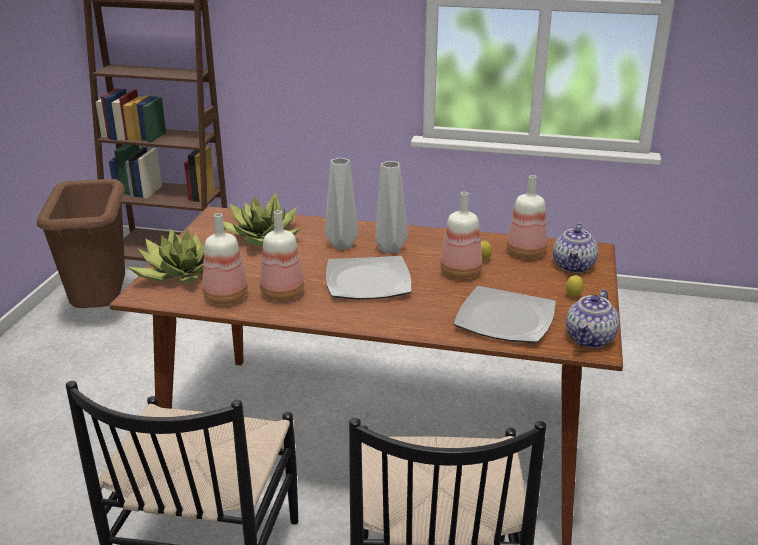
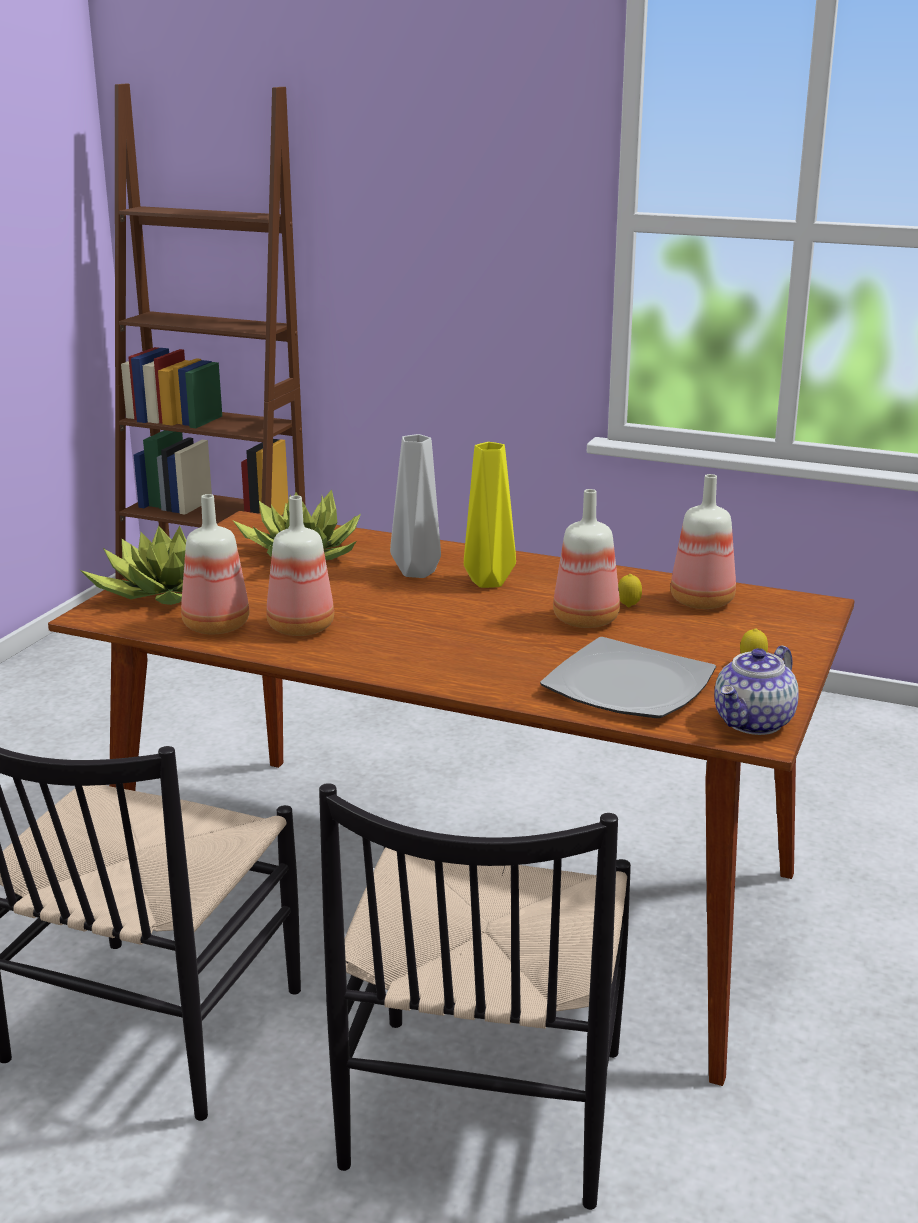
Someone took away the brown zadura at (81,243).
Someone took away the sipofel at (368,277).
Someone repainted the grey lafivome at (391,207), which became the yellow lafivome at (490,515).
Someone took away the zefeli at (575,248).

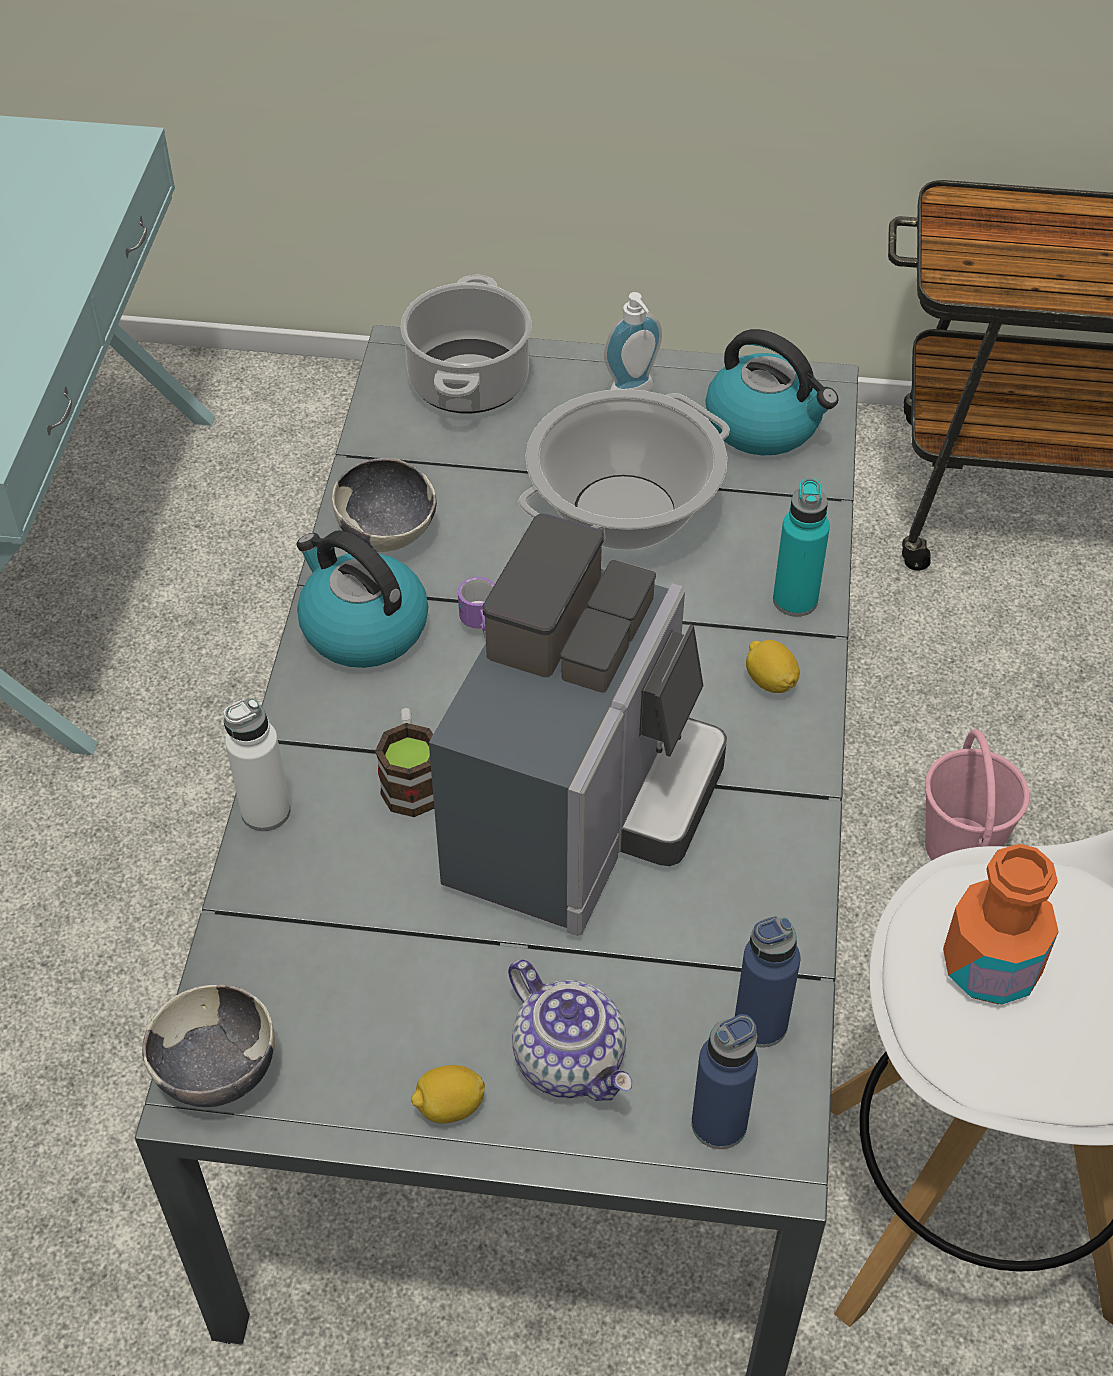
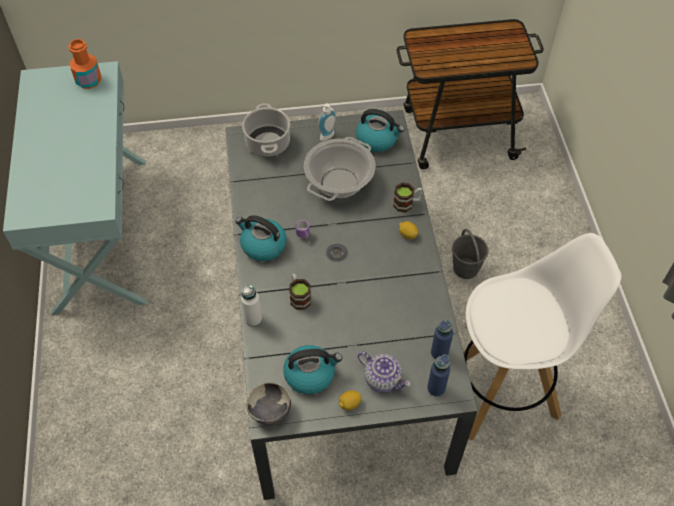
Someone took away the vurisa at (384,505).
Someone took away the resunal at (578,724).
Someone swapped the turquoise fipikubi at (801,547) for the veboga at (408,197).
Someone repainted the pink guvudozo at (977,794), which became the grey guvudozo at (470,254).
Someone carried the orange fipikubi from (1001,924) to (85,64).
Someone put down the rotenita at (312,369).

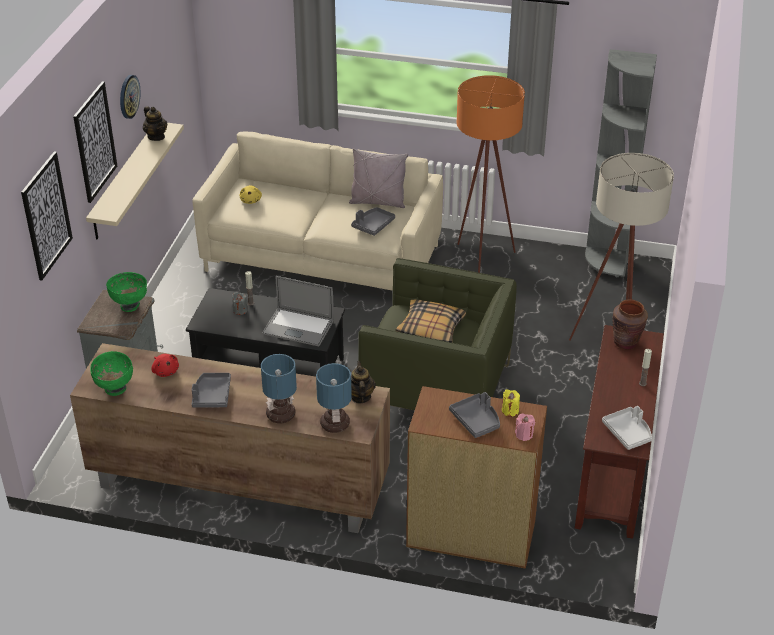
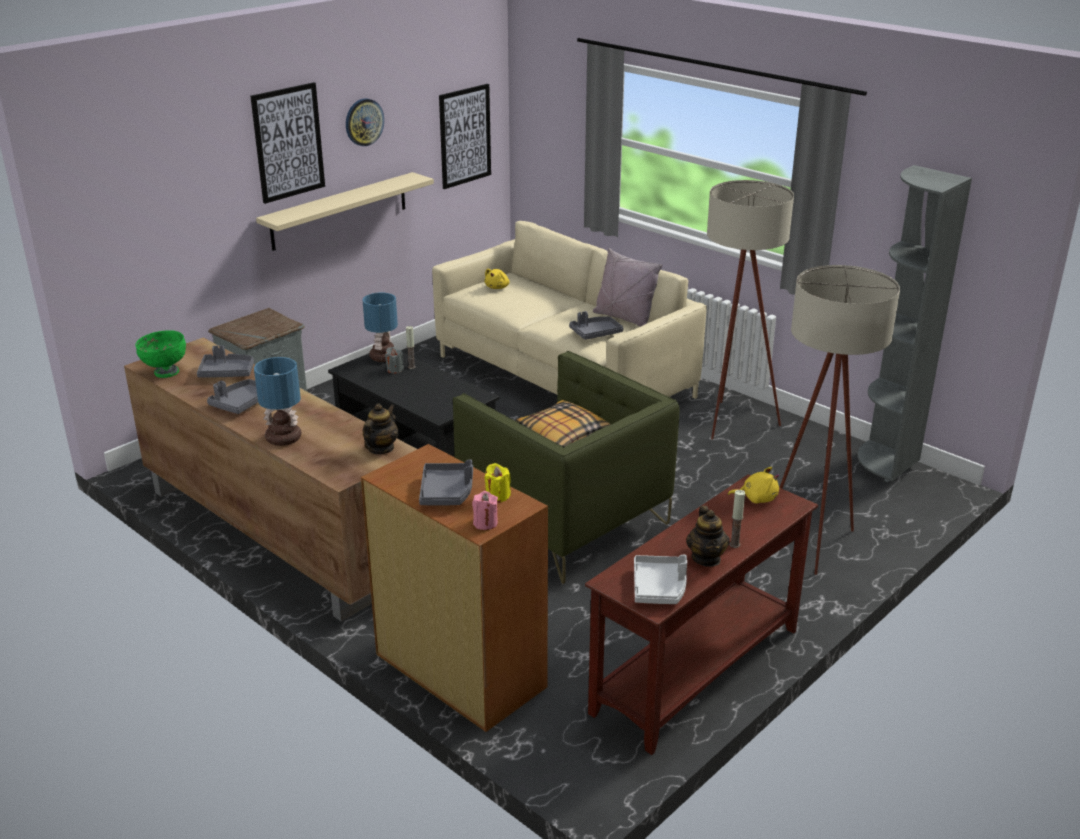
Someone carried the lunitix from (47,216) to (465,136).
Someone took away the green vurisa at (126,292).
Someone carried the zefeli from (155,123) to (708,536).
Someone swapped the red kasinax at (165,365) for the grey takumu at (225,361).
Someone took away the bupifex at (298,311).
Someone carried the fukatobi from (334,398) to (380,327).
Someone repainted the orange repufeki at (491,174), which became the beige repufeki at (750,310).
Someone swapped the brown lafivome at (630,324) for the yellow kasinax at (753,485).

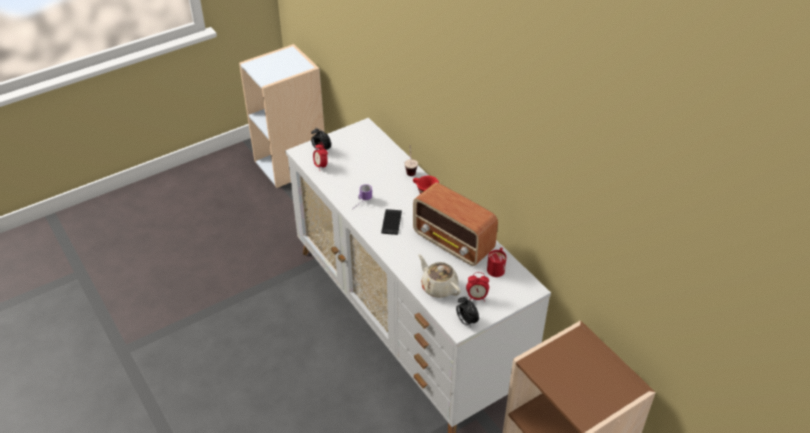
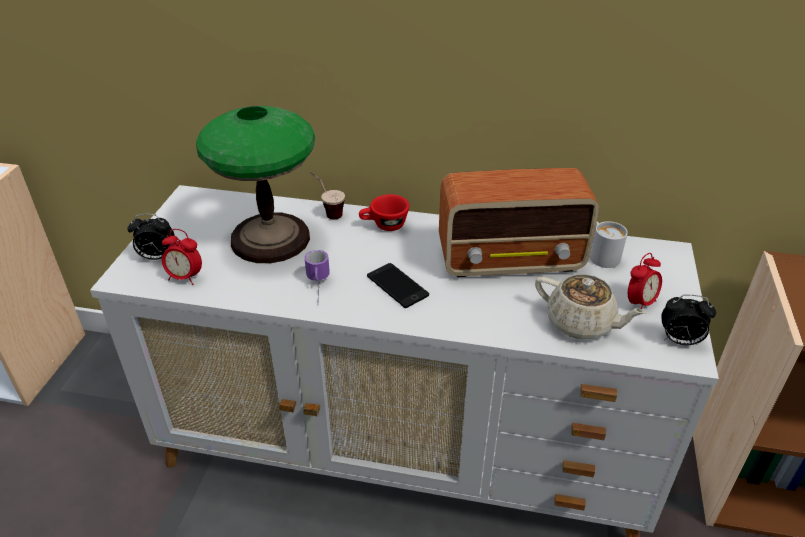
Someone rotated the beige zefeli at (439,276) by 150 degrees counterclockwise.
Someone repainted the red veboga at (497,262), which became the white veboga at (609,244).
Someone put down the fukatobi at (255,184).

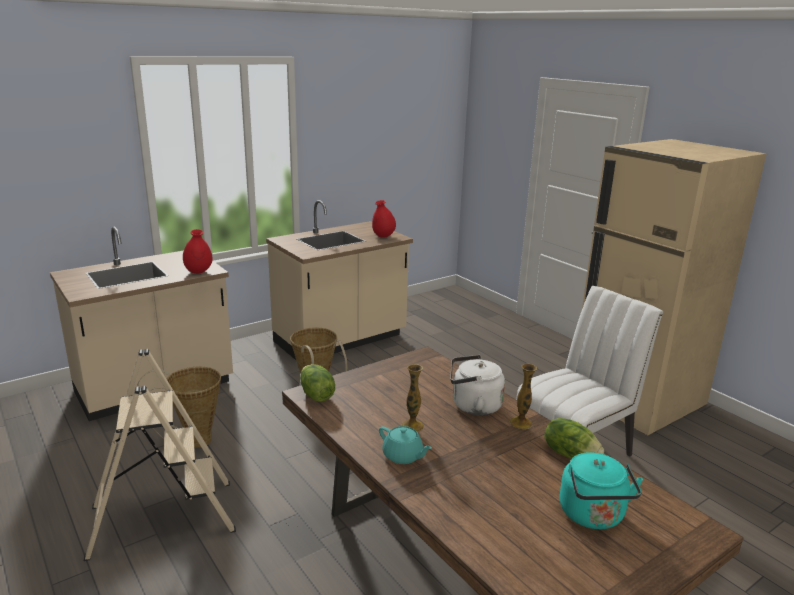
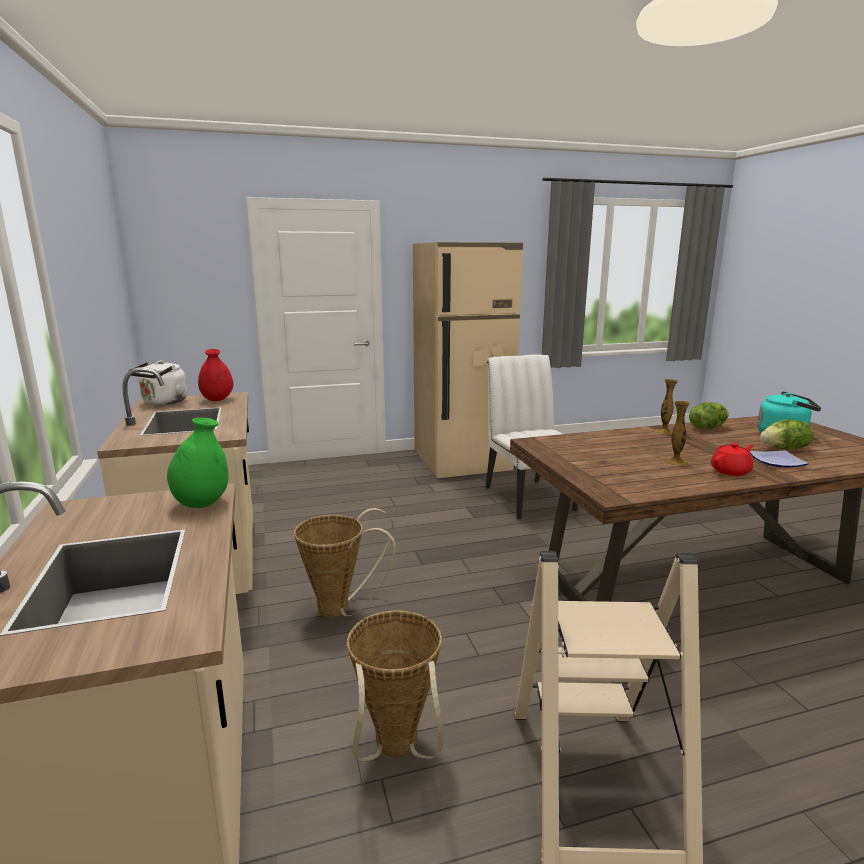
Someone repainted the red lafivome at (198,251), which became the green lafivome at (197,463).
Someone carried the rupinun from (317,383) to (787,434).
Someone repainted the turquoise zefeli at (405,445), which became the red zefeli at (732,459).
Someone carried the white rotenita from (477,385) to (157,383).
Someone put down the sipofel at (779,459).

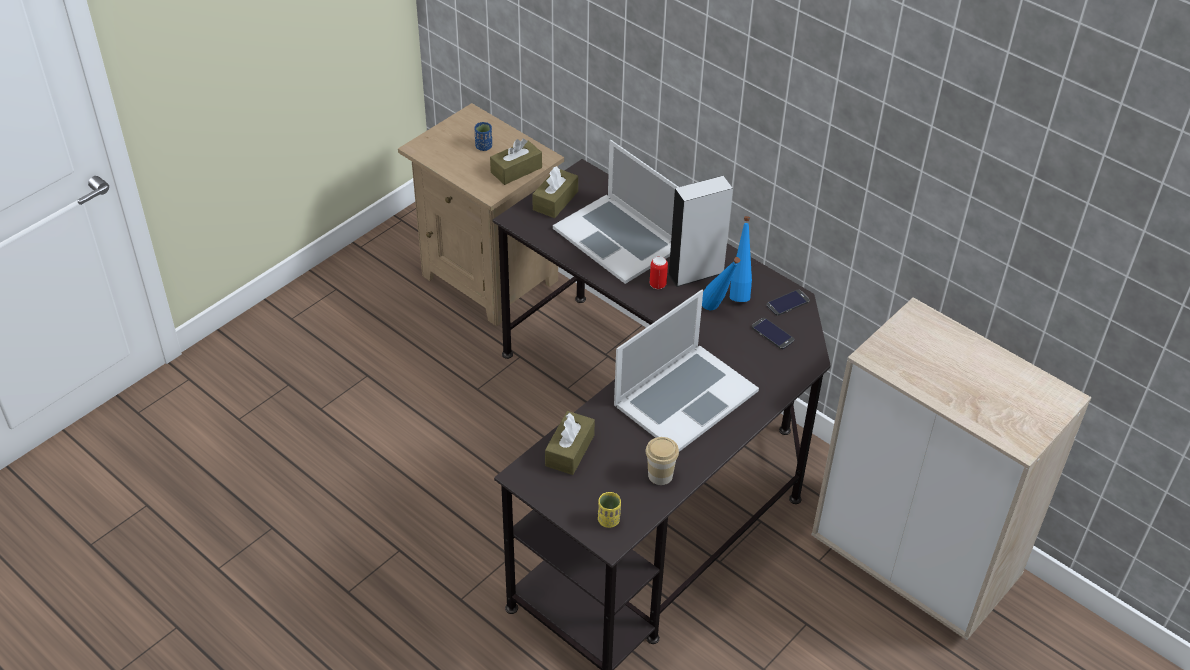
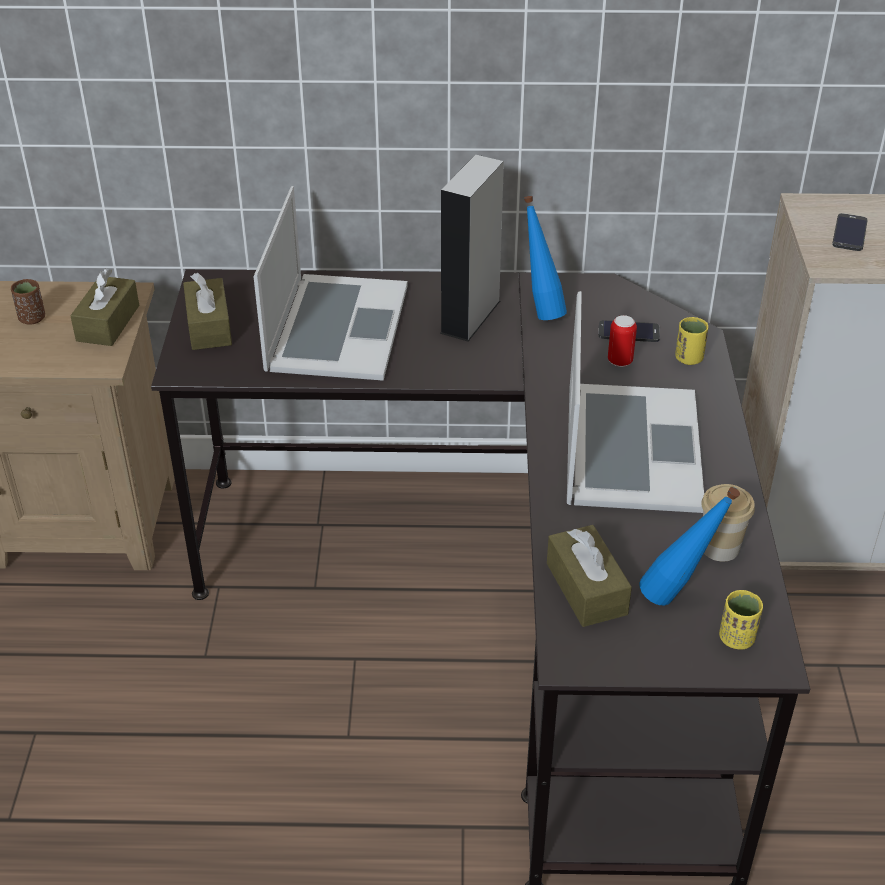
Someone repainted the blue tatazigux at (483,136), which became the brown tatazigux at (28,302).
Someone rotated the bupifex at (615,212) by 90 degrees counterclockwise.
Someone carried the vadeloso from (659,272) to (622,341).
Someone carried the blue fipikubi from (721,283) to (689,546).
Someone carried the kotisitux from (788,303) to (850,232).
Someone put down the yellow tatazigux at (691,341).

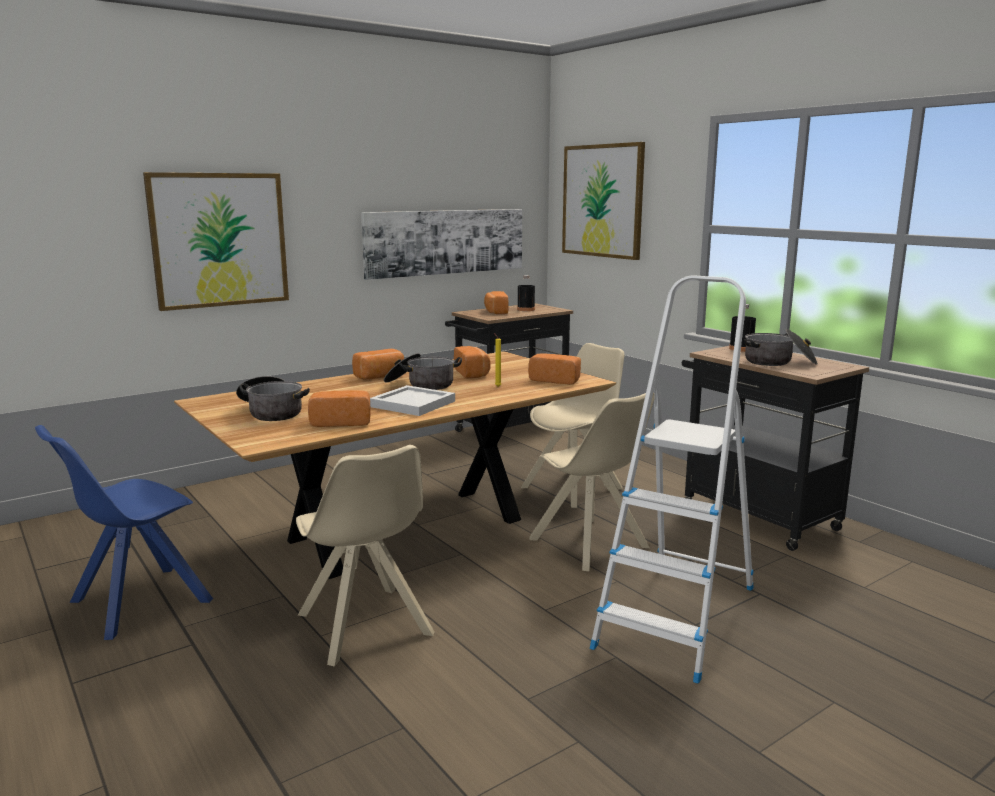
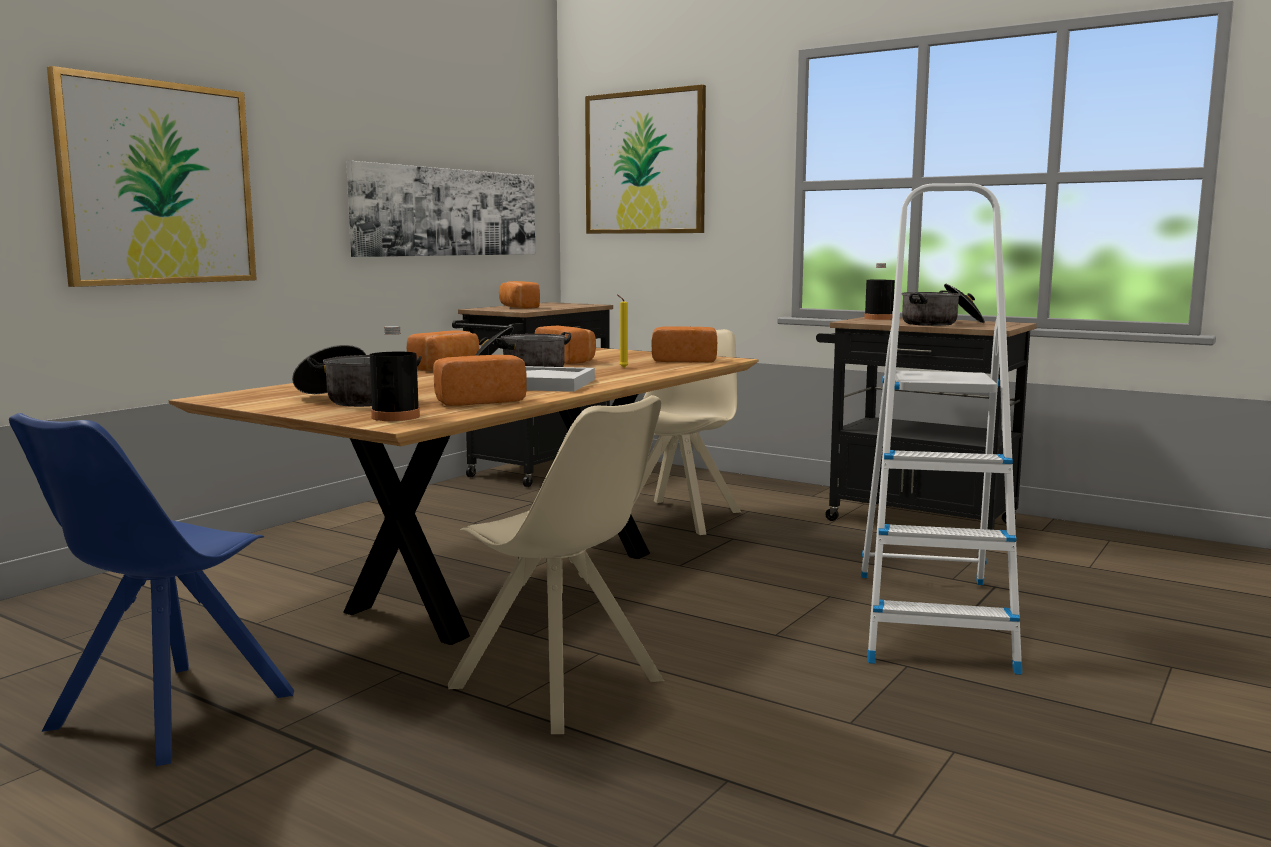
Someone carried the black fipikubi from (526,293) to (395,373).
Someone took away the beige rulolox at (592,481).

